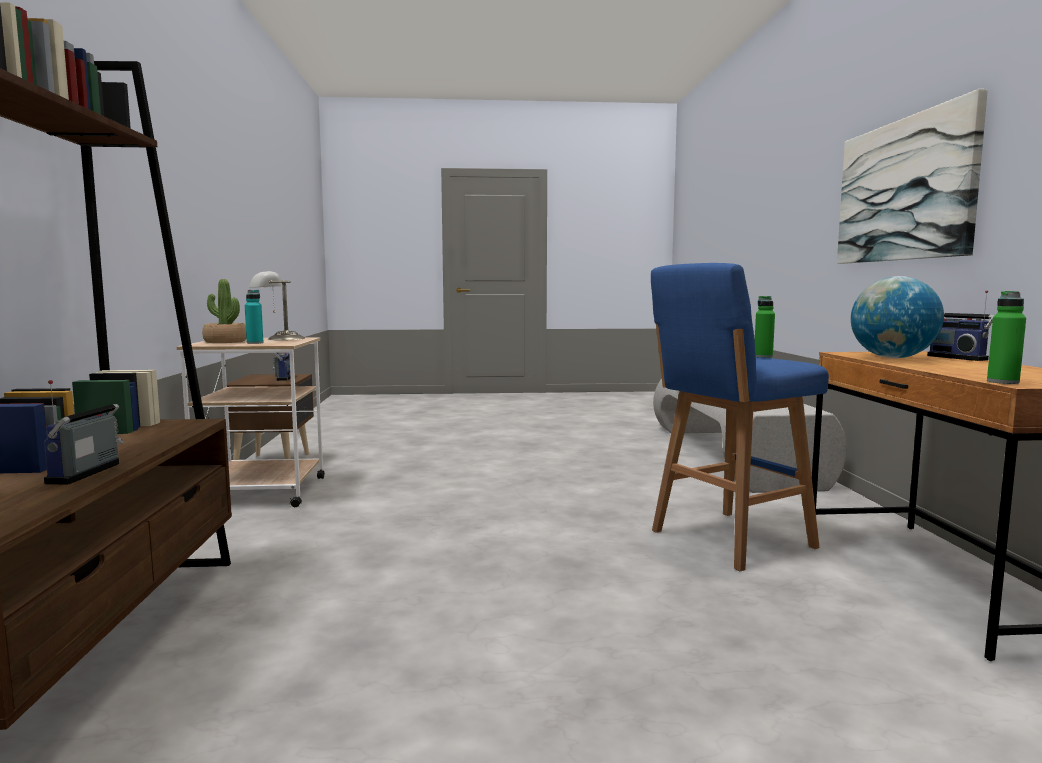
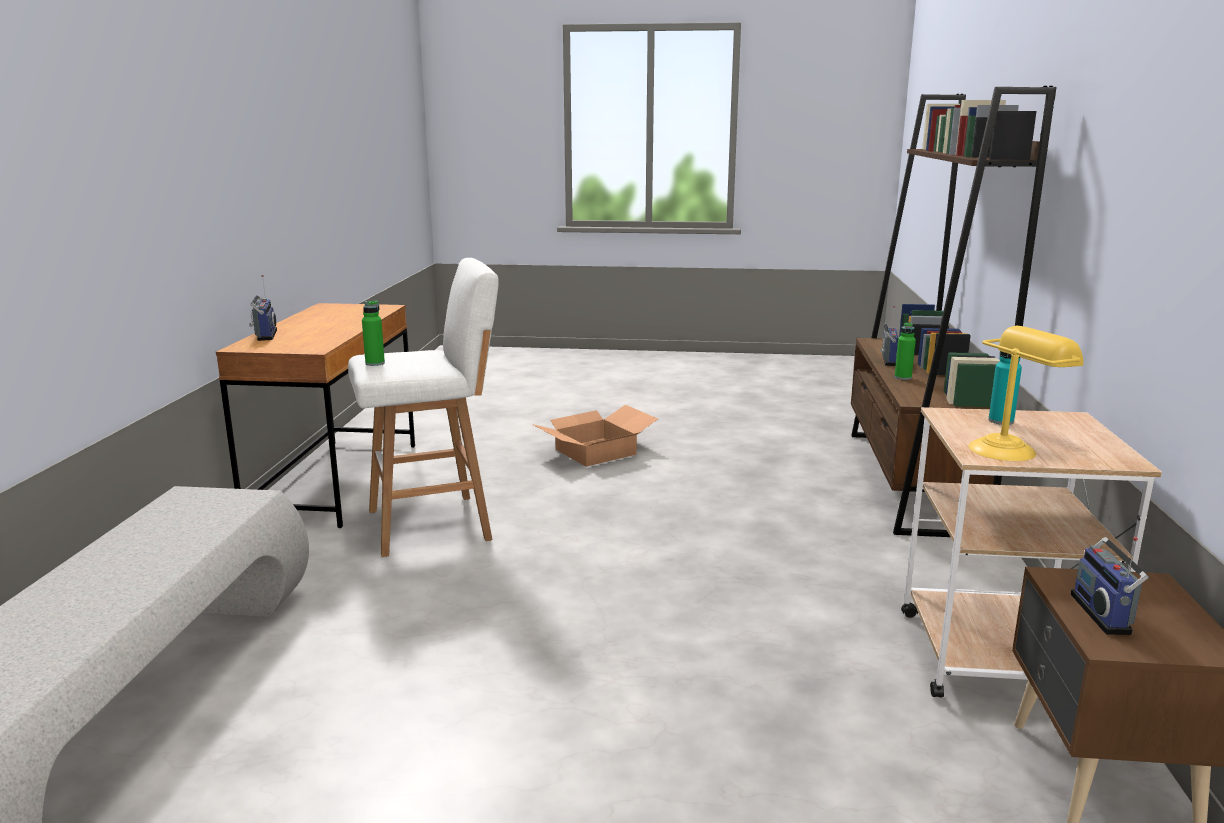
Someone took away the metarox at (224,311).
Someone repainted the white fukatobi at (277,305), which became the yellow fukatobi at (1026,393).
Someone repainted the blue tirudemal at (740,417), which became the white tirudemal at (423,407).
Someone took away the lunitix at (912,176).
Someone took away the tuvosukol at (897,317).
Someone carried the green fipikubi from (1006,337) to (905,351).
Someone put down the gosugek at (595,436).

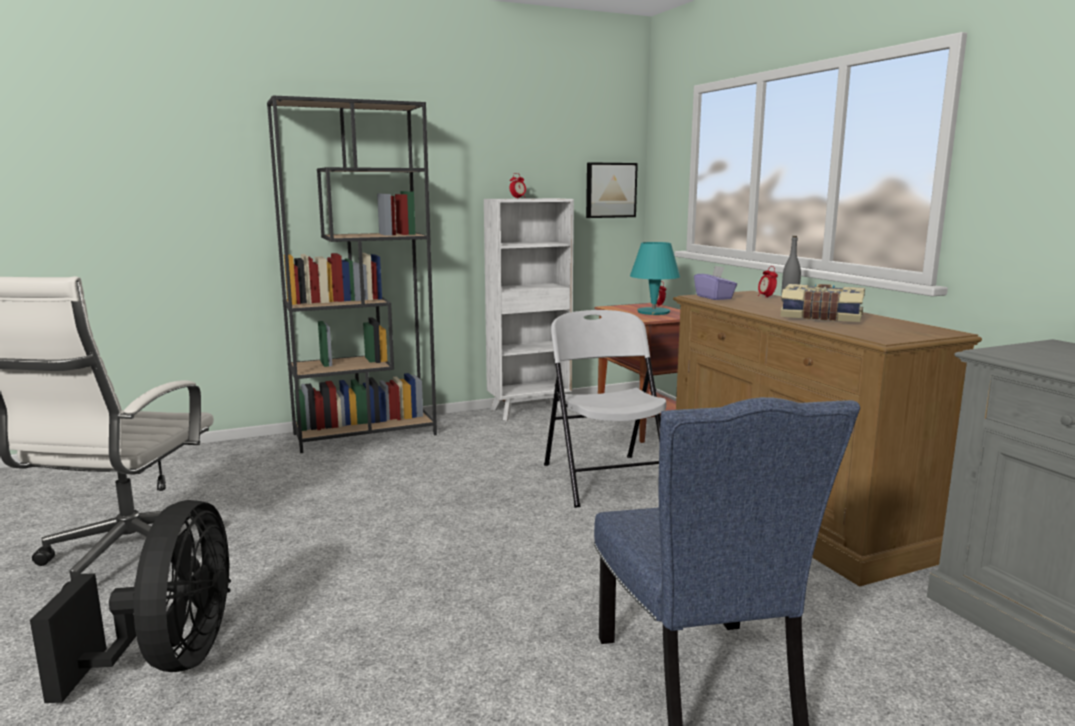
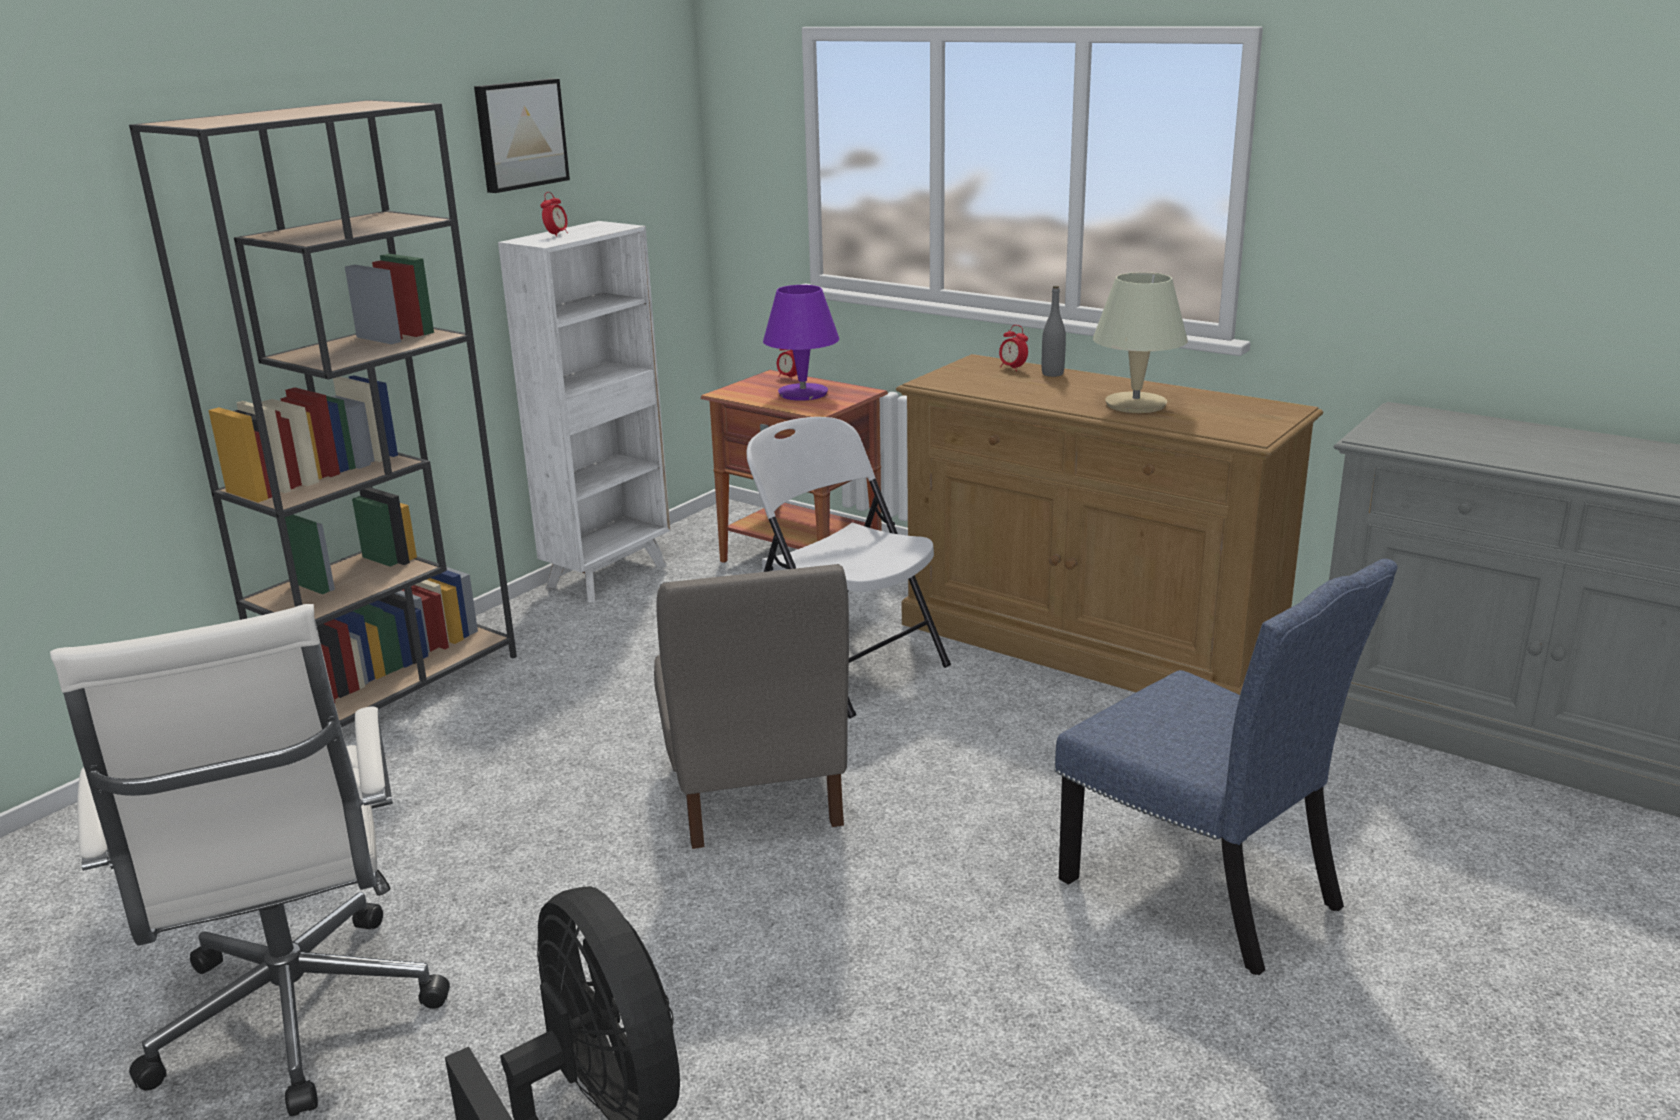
Someone carried the lunitix from (612,190) to (522,136).
Someone repainted the turquoise fukatobi at (655,278), which became the purple fukatobi at (801,343).
Someone took away the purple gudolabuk at (715,283).
Someone swapped the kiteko at (823,303) for the beige fukatobi at (1140,342).
Someone put down the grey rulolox at (751,706).

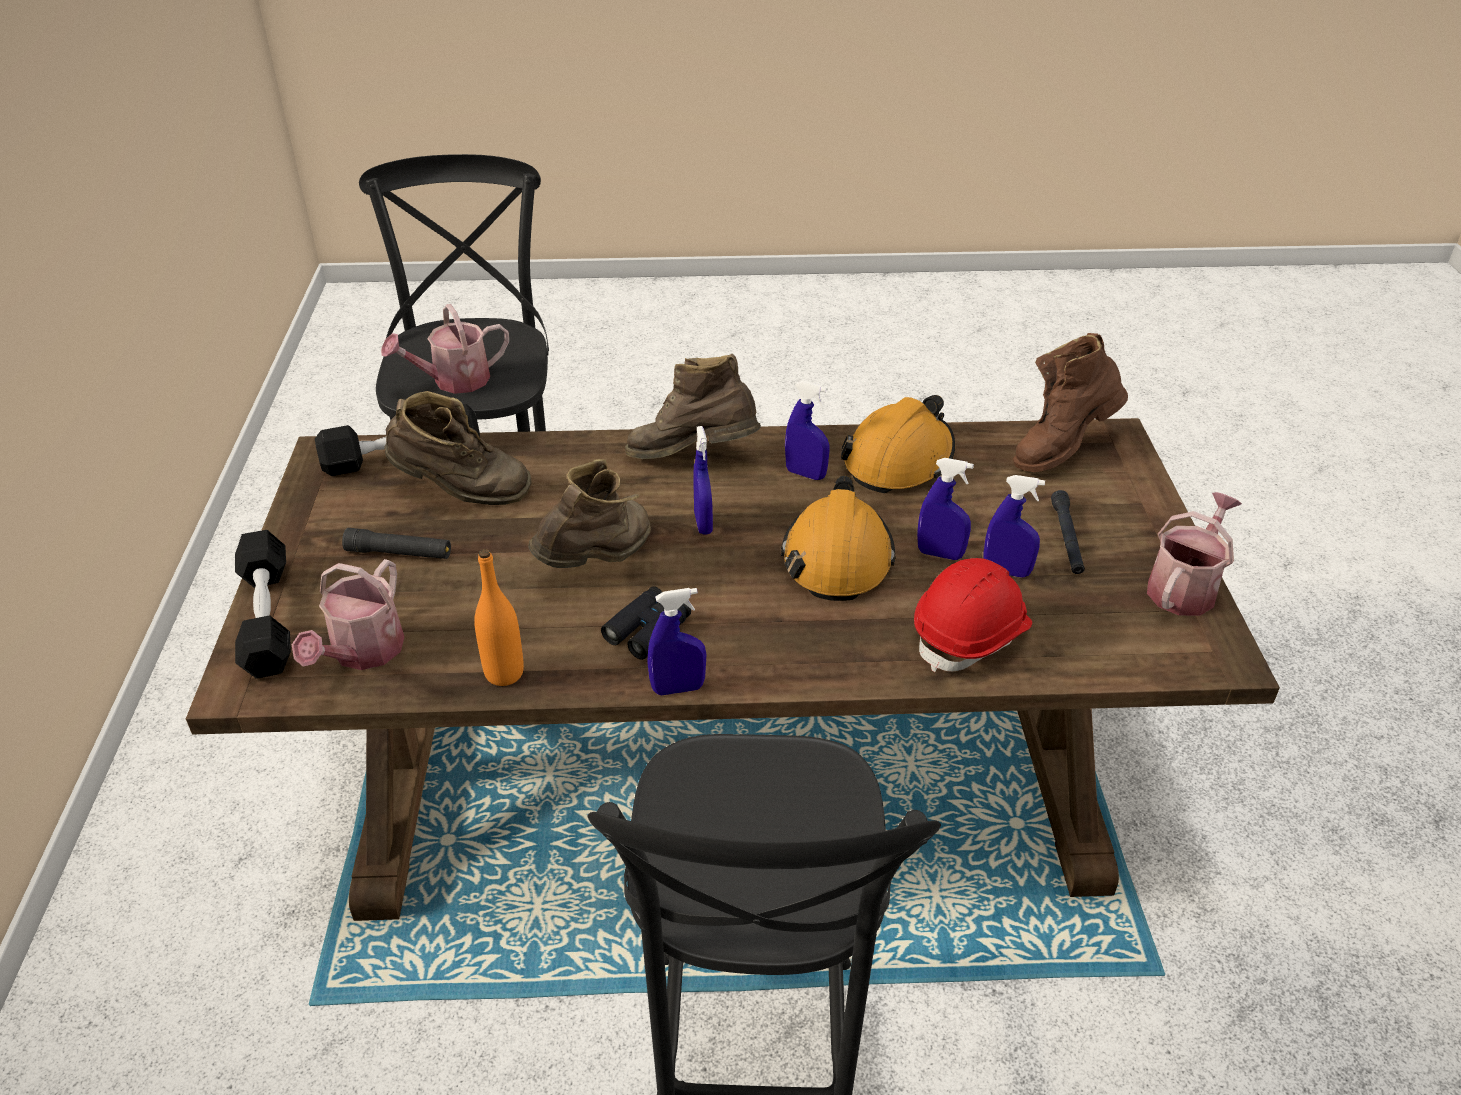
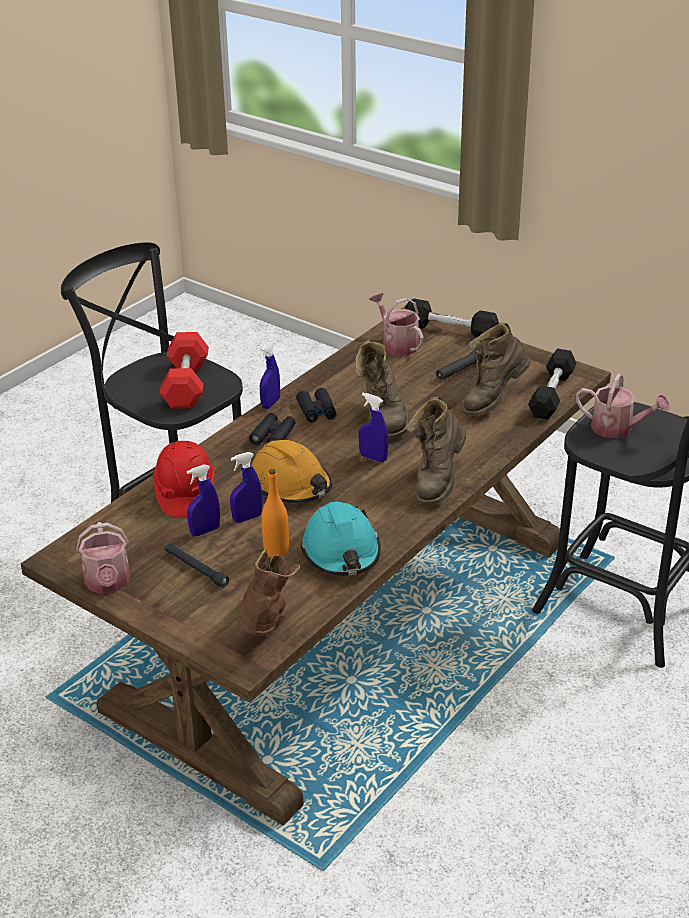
Someone rotated the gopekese at (445,349) by 105 degrees clockwise.
Someone carried the orange fipikubi from (499,617) to (275,513).
Someone rotated the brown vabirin at (693,406) by 150 degrees clockwise.
Someone took away the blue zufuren at (807,430).
Someone repainted the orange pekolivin at (898,444), which became the turquoise pekolivin at (341,538).
Someone put down the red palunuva at (184,370).
Someone put down the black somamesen at (272,429).

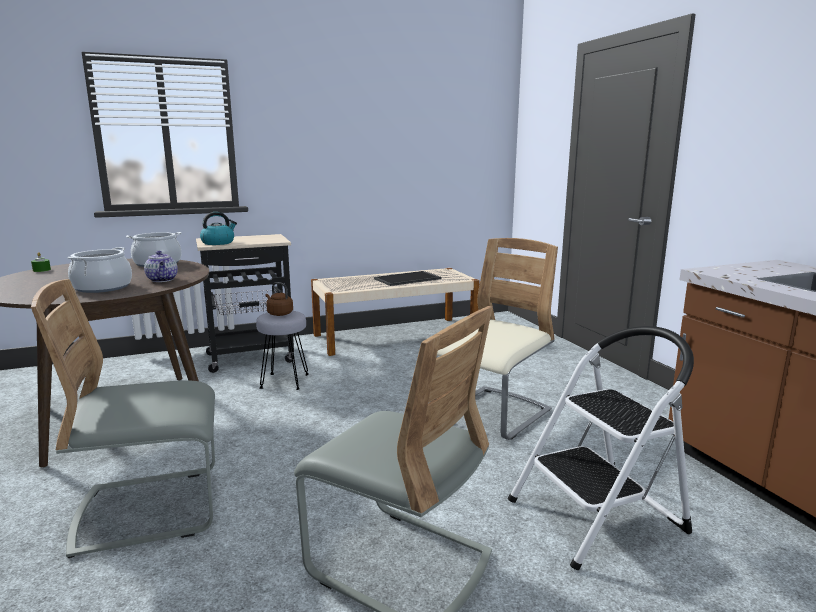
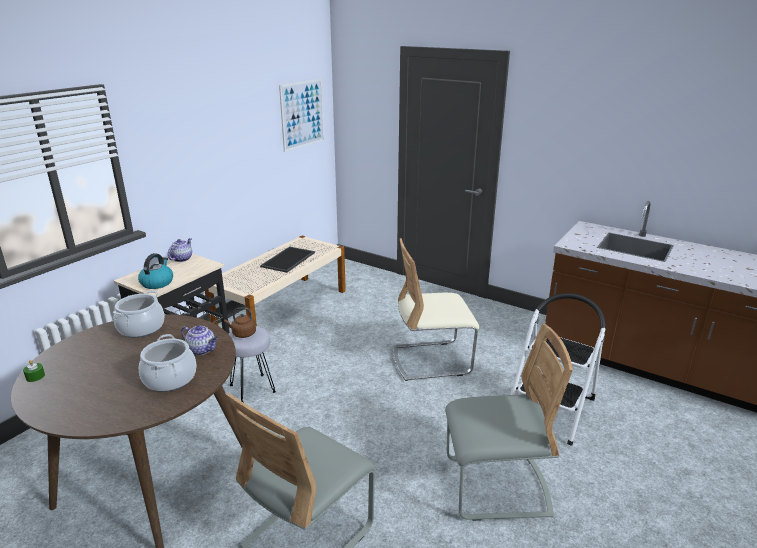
Someone rotated the beige rulolox at (497,339) by 105 degrees counterclockwise.
Someone put down the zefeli at (180,250).
Someone put up the lunitix at (302,115).

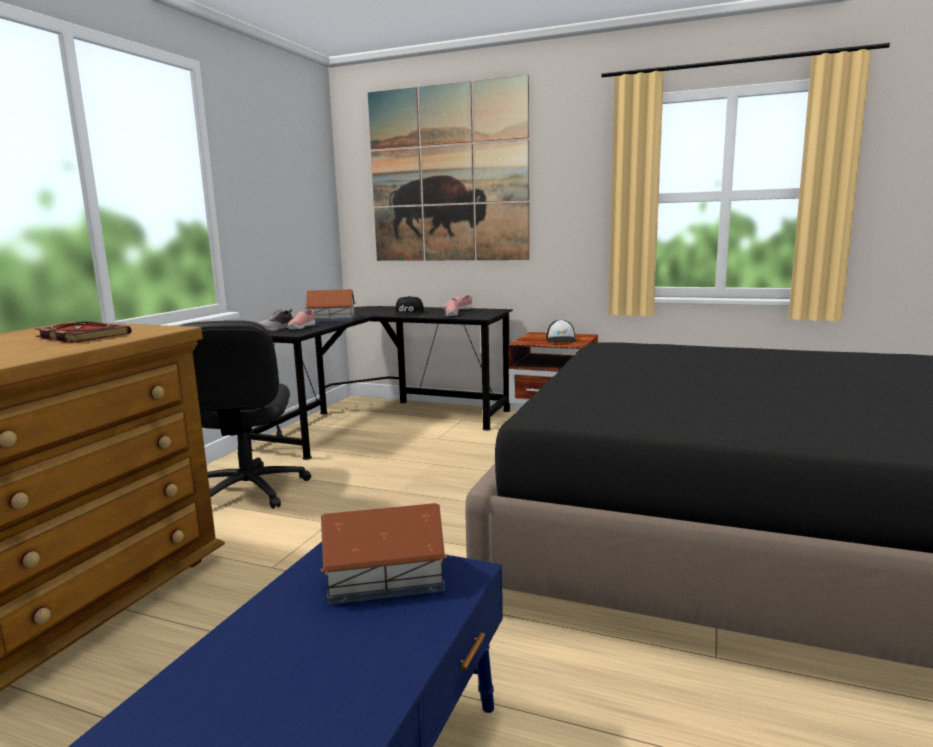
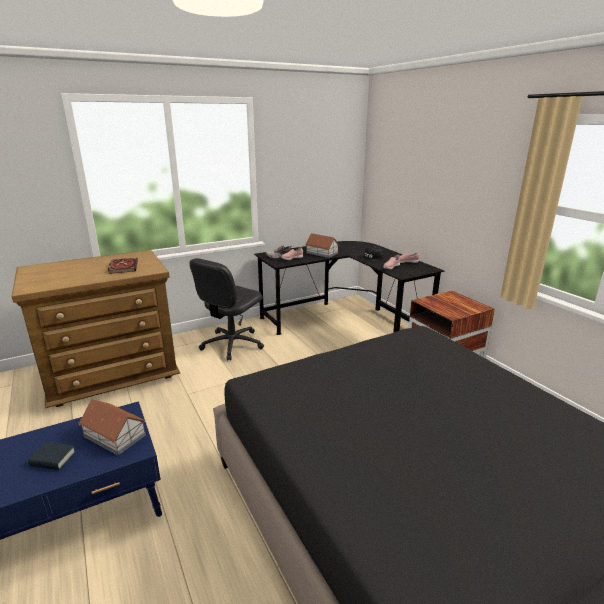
Someone took away the lunitix at (448,168).
Someone took away the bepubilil at (561,331).
Someone put down the kiteko at (51,456).

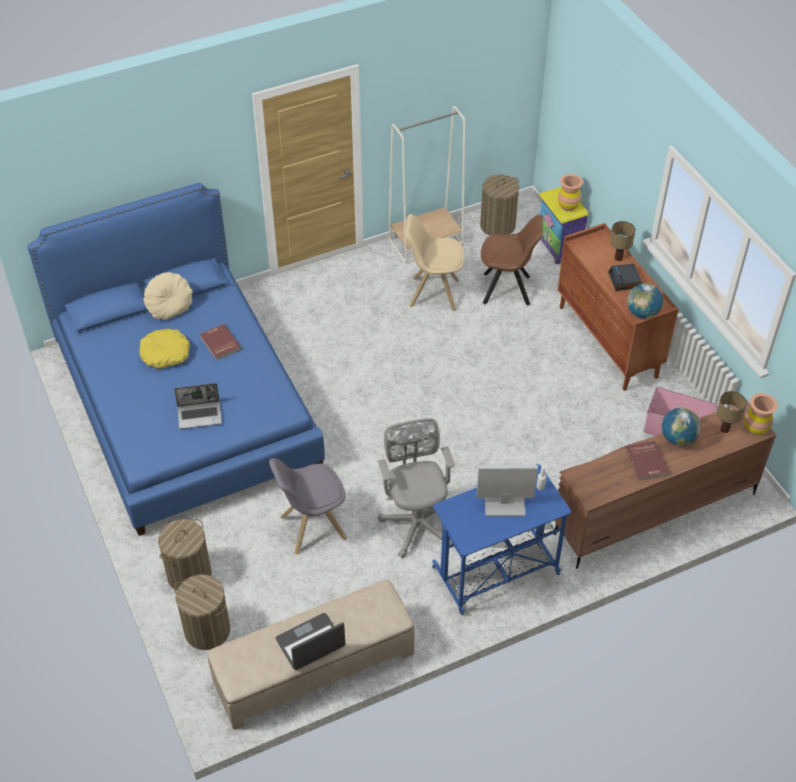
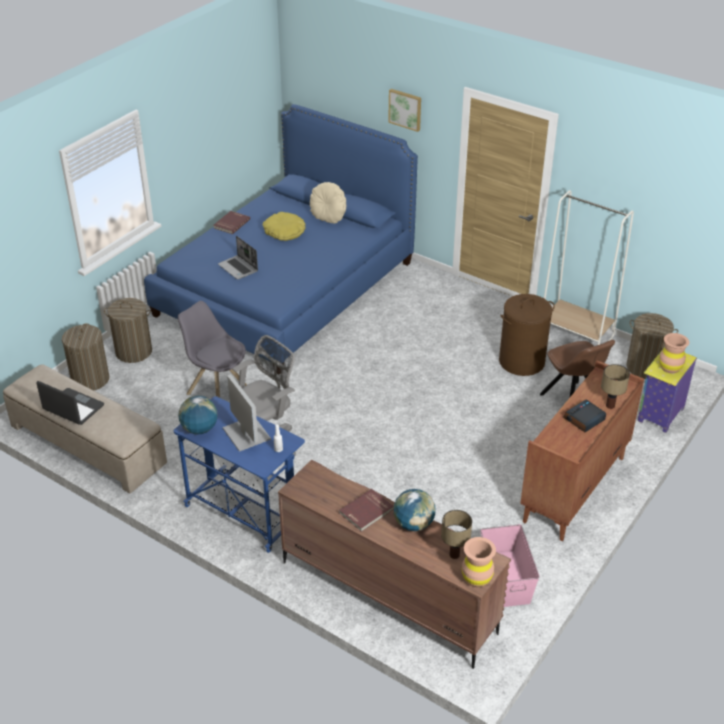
Someone carried the red kiteko from (221,342) to (231,222).
Someone swapped the beige rulolox at (434,262) for the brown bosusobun at (526,335).
Someone carried the tuvosukol from (645,301) to (197,415).
Someone put up the lunitix at (404,110).

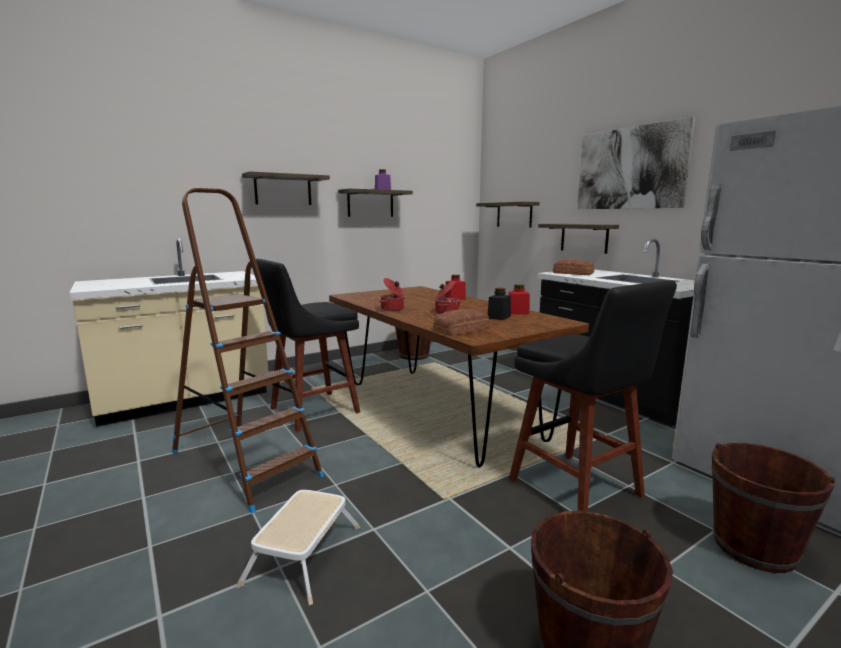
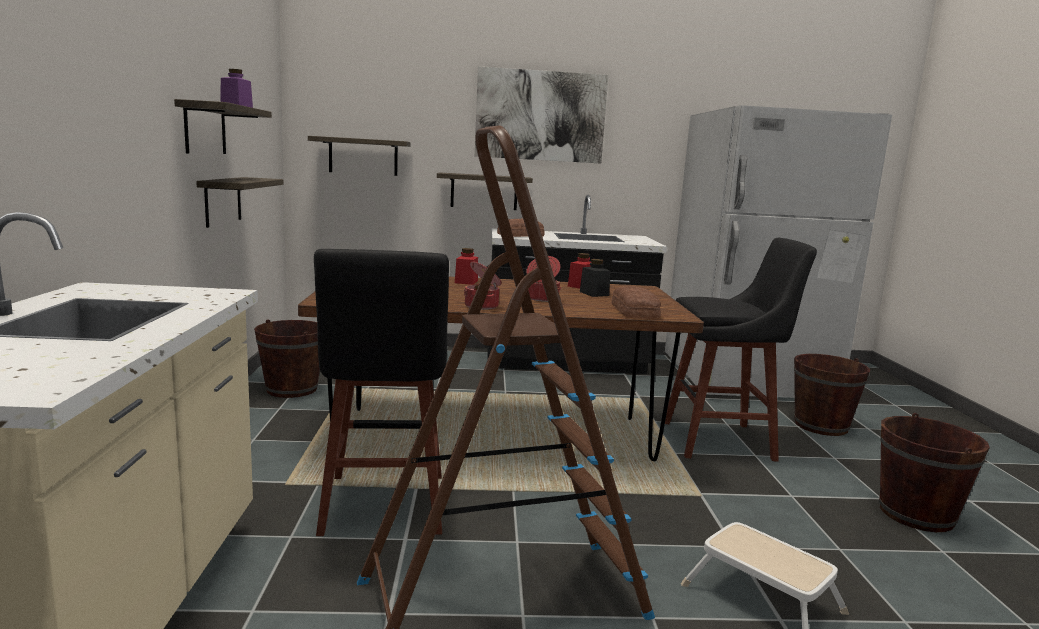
Someone carried the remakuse from (286,188) to (240,202).

